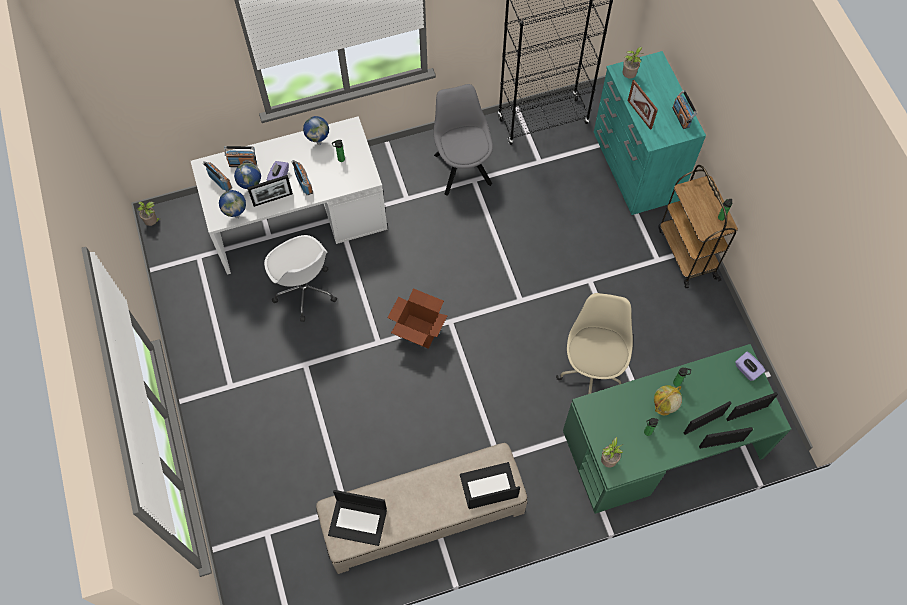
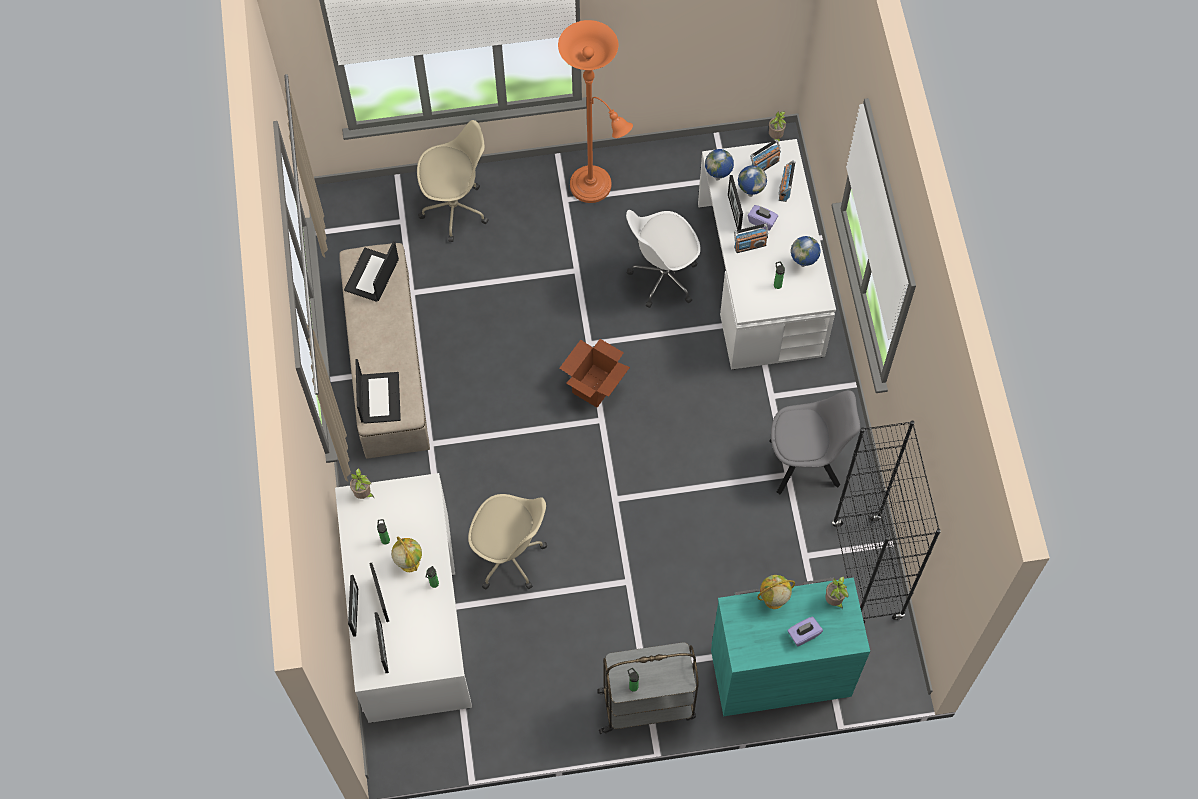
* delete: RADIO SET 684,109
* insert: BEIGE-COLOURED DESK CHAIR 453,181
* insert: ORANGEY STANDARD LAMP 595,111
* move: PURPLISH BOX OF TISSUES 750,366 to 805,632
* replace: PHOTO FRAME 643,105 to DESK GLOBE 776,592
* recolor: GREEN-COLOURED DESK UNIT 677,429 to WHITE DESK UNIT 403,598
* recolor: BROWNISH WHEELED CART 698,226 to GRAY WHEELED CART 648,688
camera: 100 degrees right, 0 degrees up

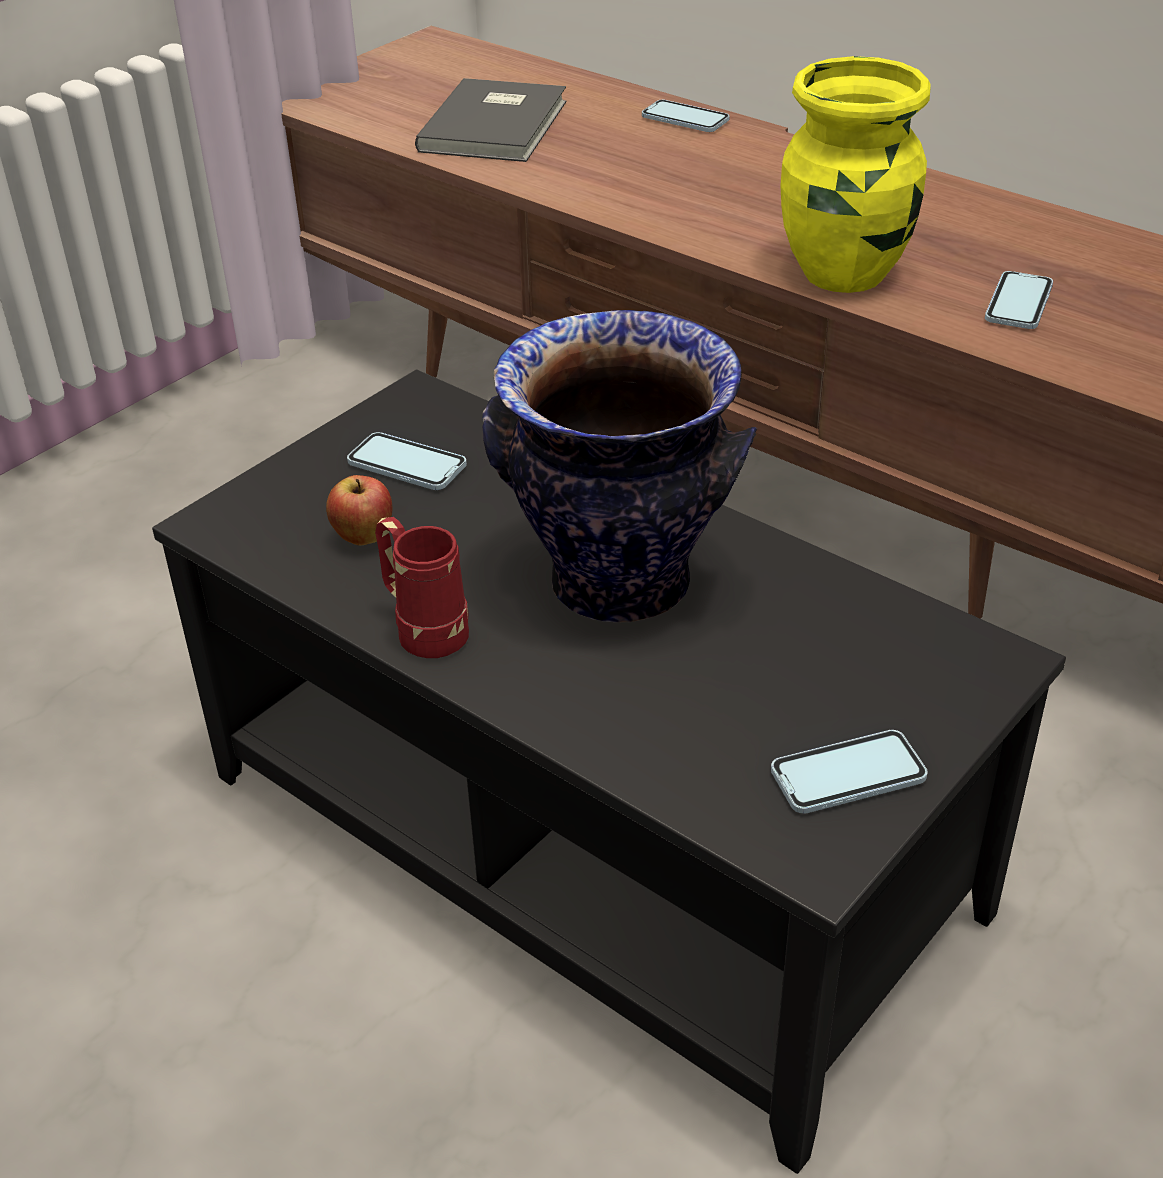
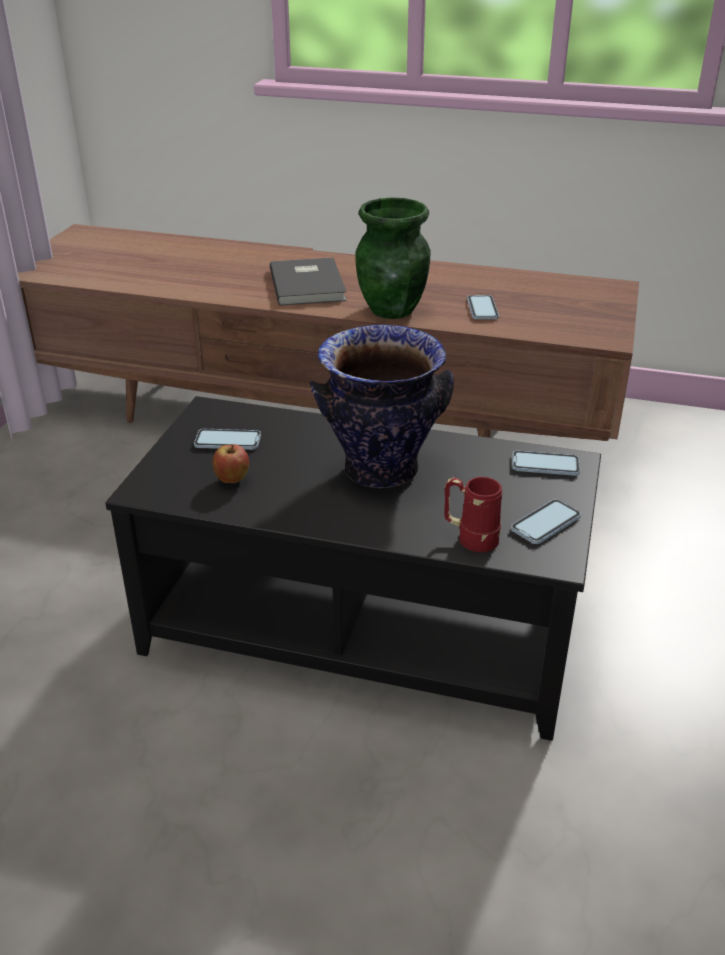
* move: REDDISH TEA MUG 422,587 to 473,514
* move: GRAY BOUND BOOK 490,120 to 308,281
* move: PHONE 686,116 to 546,463
* recolor: YELLOWISH DECORATIVE VASE 855,174 to GREEN-COLOURED DECORATIVE VASE 393,258
camera: 25 degrees left, 5 degrees down

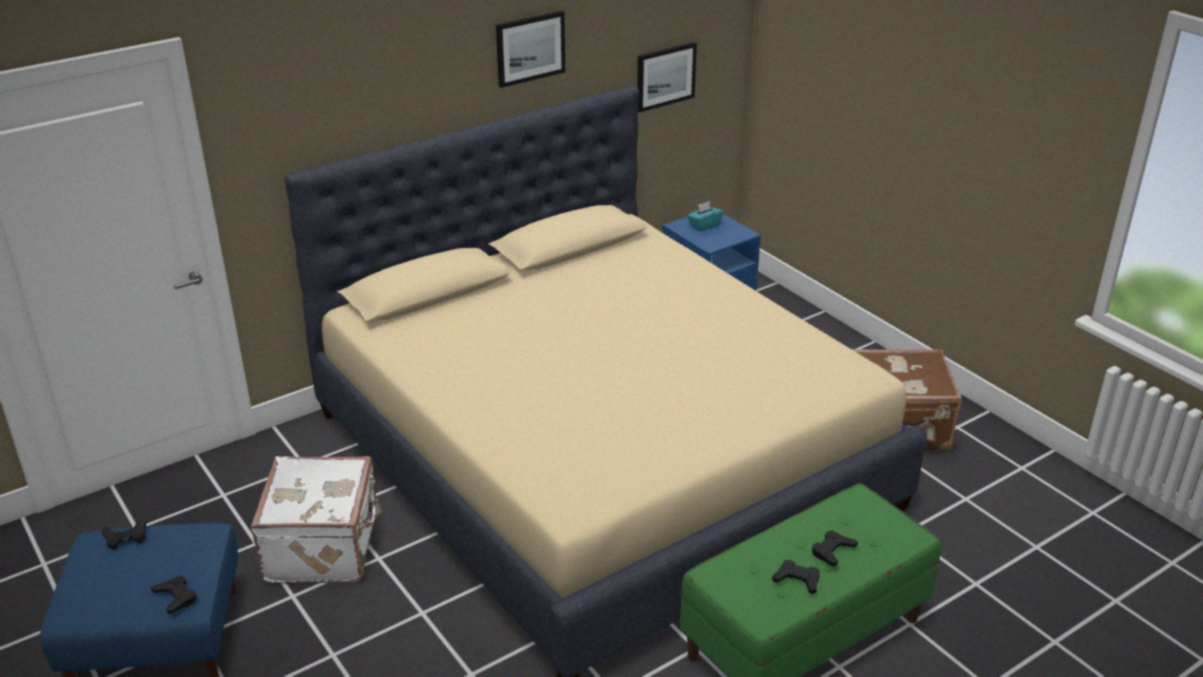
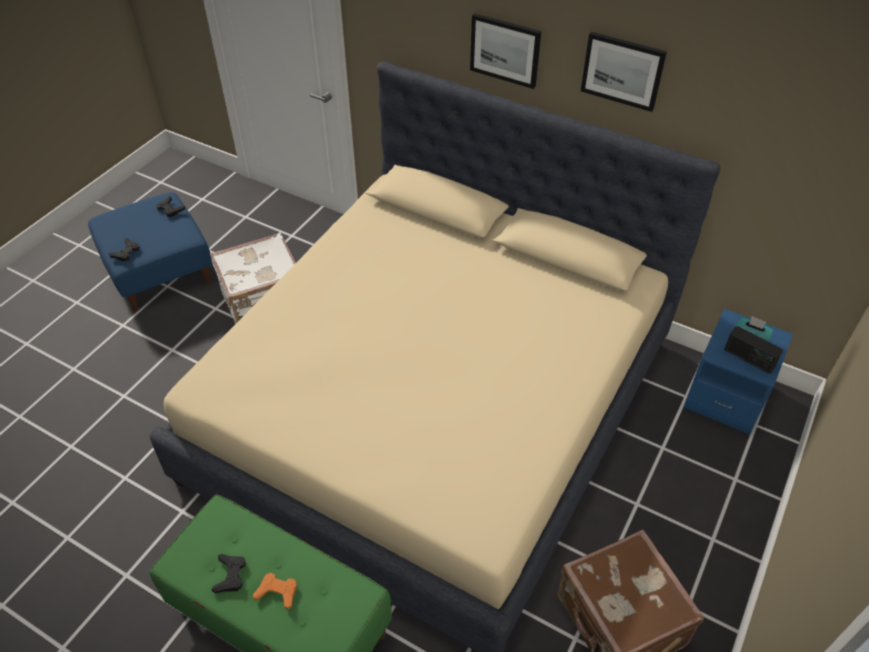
* insert: RADIO SET 753,350
* move: WALL ART 667,77 to 505,51
* recolor: BLACKISH GAMEPAD 835,548 to ORANGEY GAMEPAD 275,591
camera: 65 degrees right, 15 degrees up

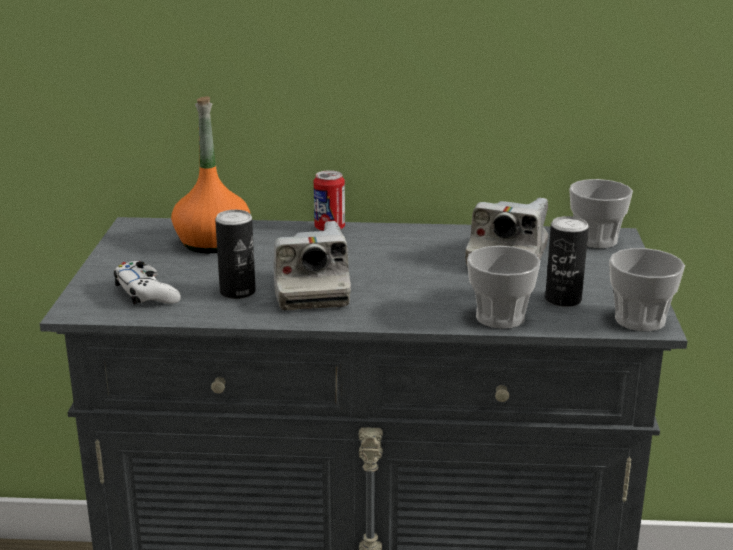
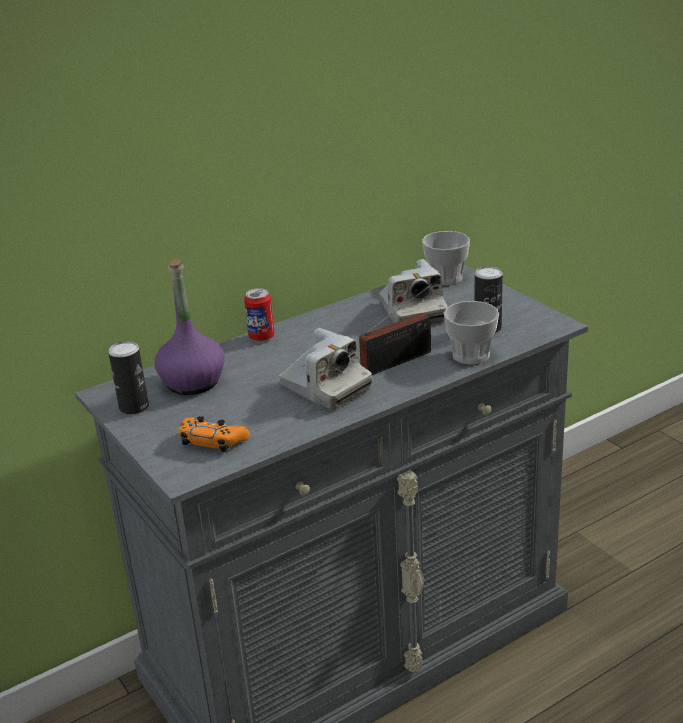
* delete: SMALL CUP 647,290
* insert: RADIO SET 395,329
* move: SEALED CAN 235,254 to 128,378
* recolor: WHITE GAMEPAD 147,283 to ORANGEY GAMEPAD 214,434
* recolor: ORANGEY DRINK BOTTLE 210,174 to PURPLISH DRINK BOTTLE 190,327
camera: 35 degrees left, 5 degrees up

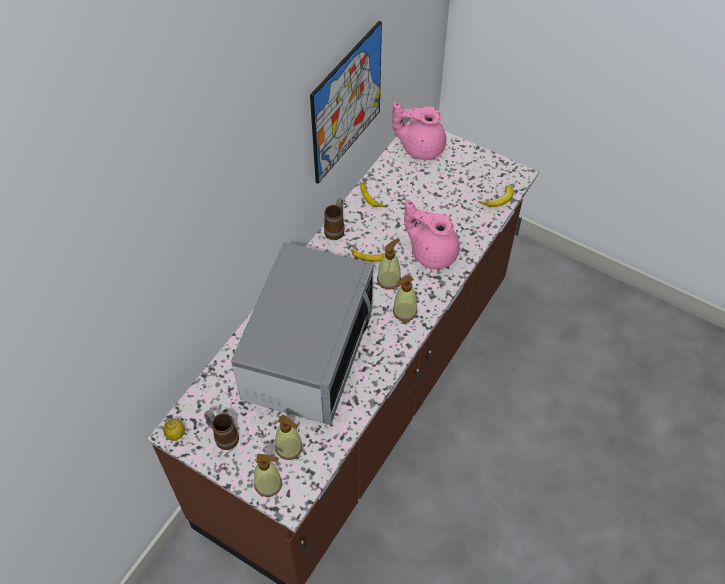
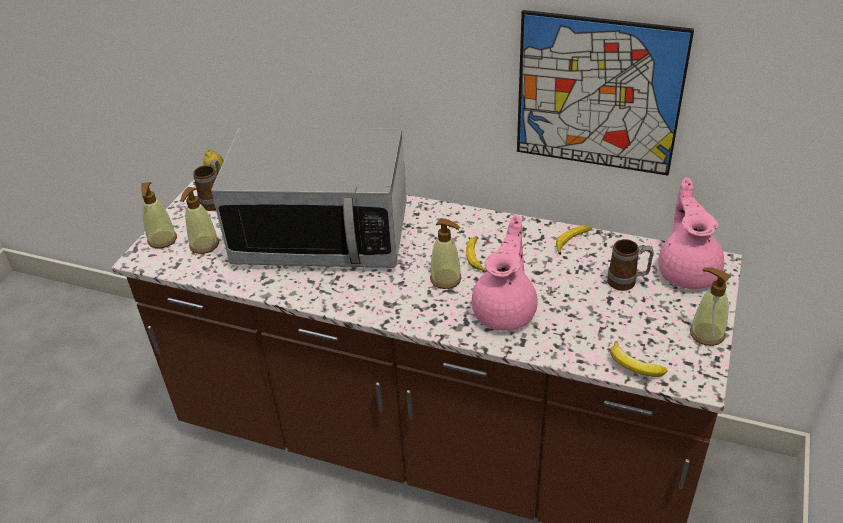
* move: TEA MUG 334,219 to 630,265
* move: LIQUID SOAP BOTTLE 405,297 to 710,307
camera: 80 degrees right, 15 degrees down

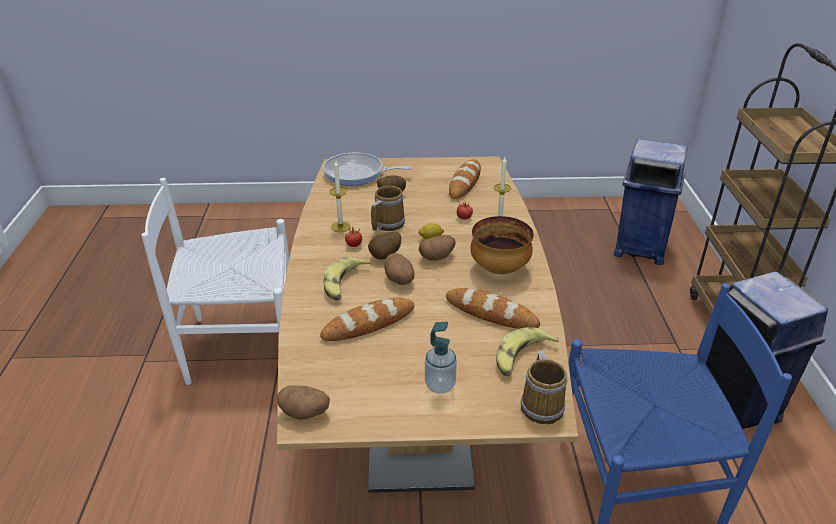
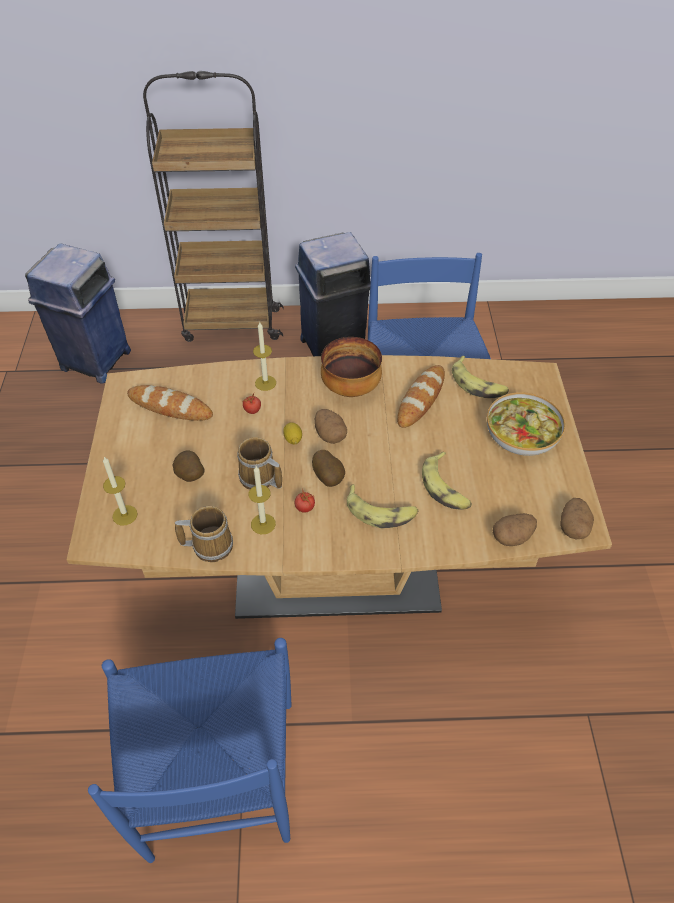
* move: SPUD 399,269 to 515,529
* move: TEA MUG 544,387 to 204,534
* replace: BAKERY BREAD 367,319 to WHOLE BANANA 447,480
* replace: FRYING PAN 368,169 to WAX CANDLE 120,491
* replace: LIQUID SOAP BOTTLE 441,358 to BOWL 526,424
* recolor: WHITE UPRIGHT CHAIR 215,281 to BLUE UPRIGHT CHAIR 189,750
camera: 90 degrees left, 15 degrees up

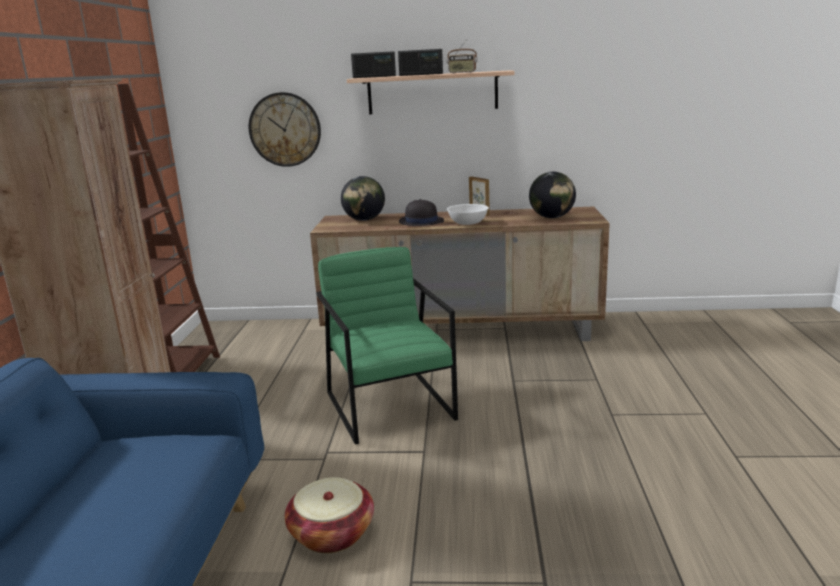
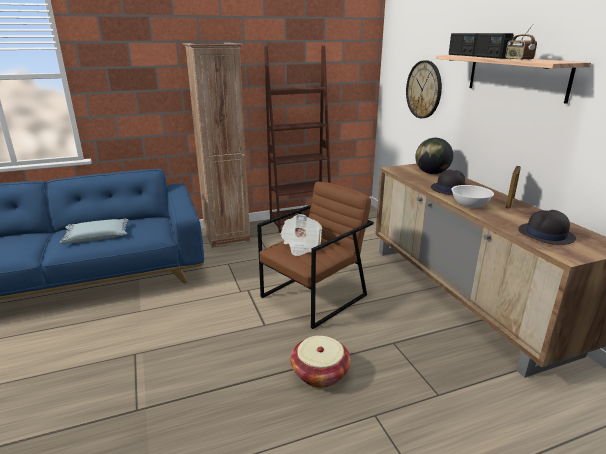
* insert: BLUE PILLOW 94,230
* insert: NEWSPAPER 301,235
* move: STORAGE BASKET 329,515 to 320,362
* replace: DESK GLOBE 552,195 to BLACKISH CLOTHING HAT 547,227
* recolor: GREEN-COLOURED EASY CHAIR 387,345 to BROWNISH EASY CHAIR 315,255
camera: 65 degrees right, 5 degrees up

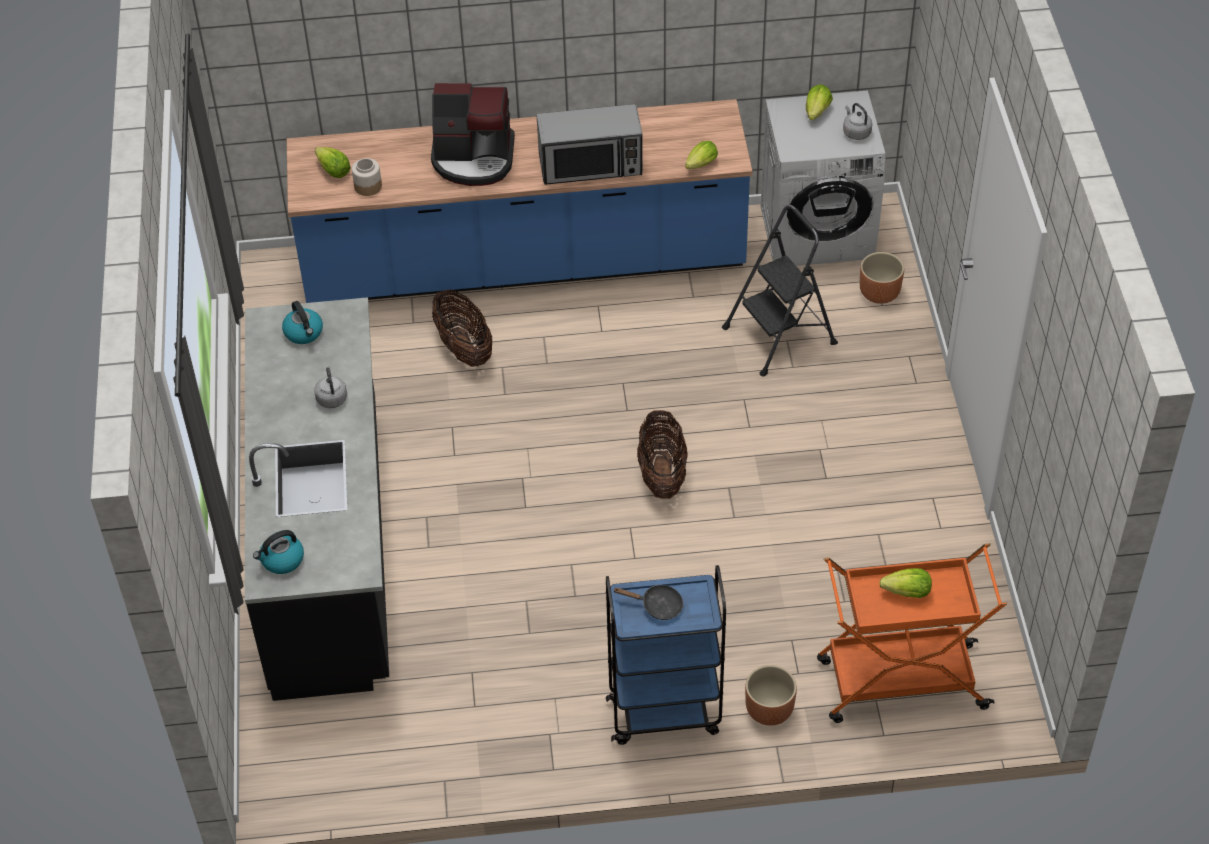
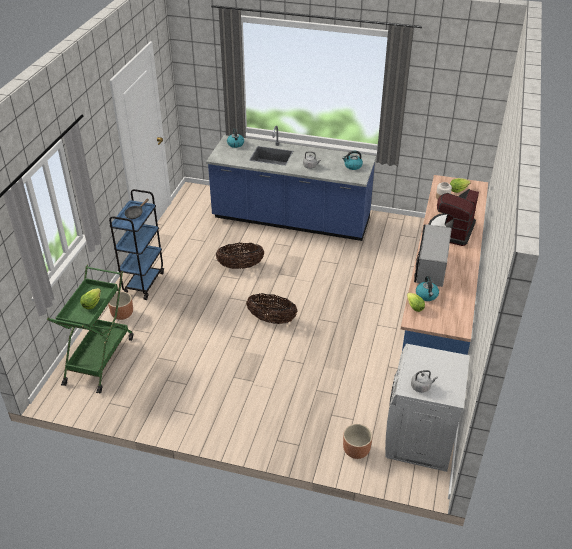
* delete: BLACKISH STEP LADDER 780,291
* delete: HEAD OF LETTUCE 819,102
* insert: WATER KETTLE 427,288
* move: STORAGE BASKET 462,328 to 240,256
* recolor: BLACKISH KITCHEN COUNTER 317,499 to BLUE KITCHEN COUNTER 291,183
* recolor: ORANGEY WHEELED CART 912,633 to GREEN-COLOURED WHEELED CART 89,328
camera: 110 degrees right, 10 degrees down

